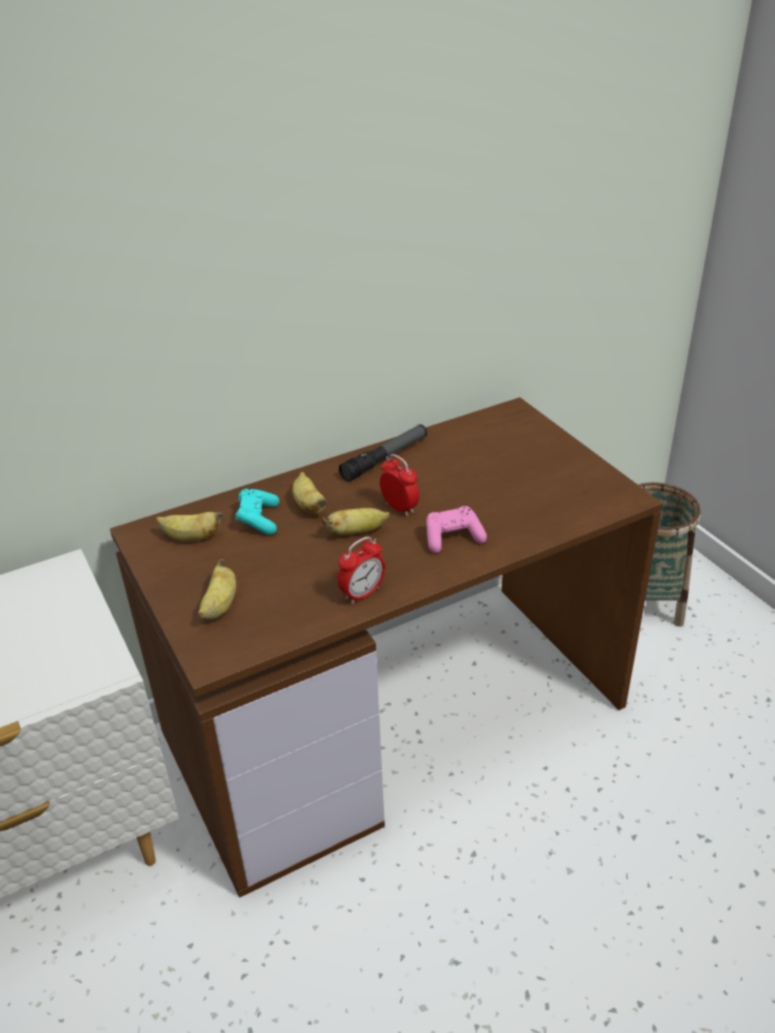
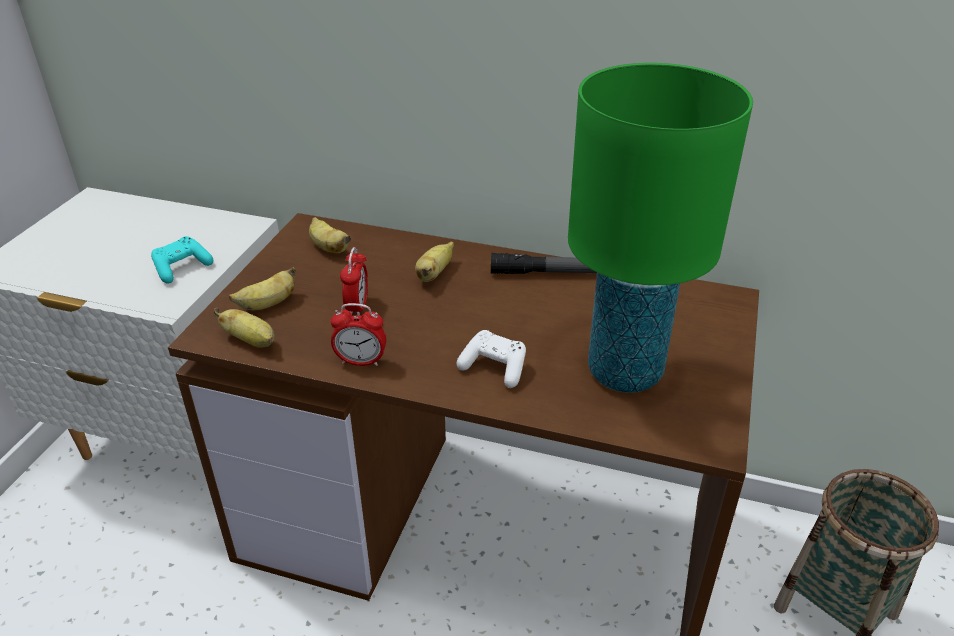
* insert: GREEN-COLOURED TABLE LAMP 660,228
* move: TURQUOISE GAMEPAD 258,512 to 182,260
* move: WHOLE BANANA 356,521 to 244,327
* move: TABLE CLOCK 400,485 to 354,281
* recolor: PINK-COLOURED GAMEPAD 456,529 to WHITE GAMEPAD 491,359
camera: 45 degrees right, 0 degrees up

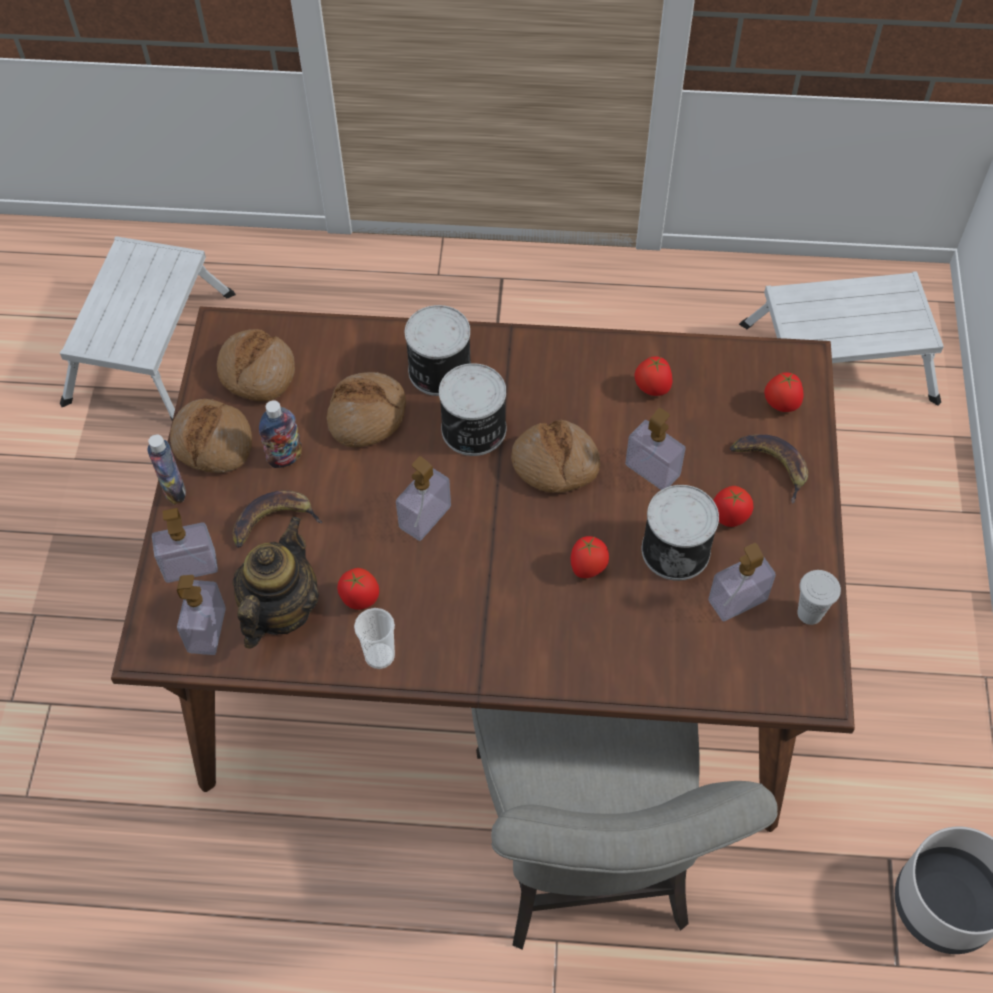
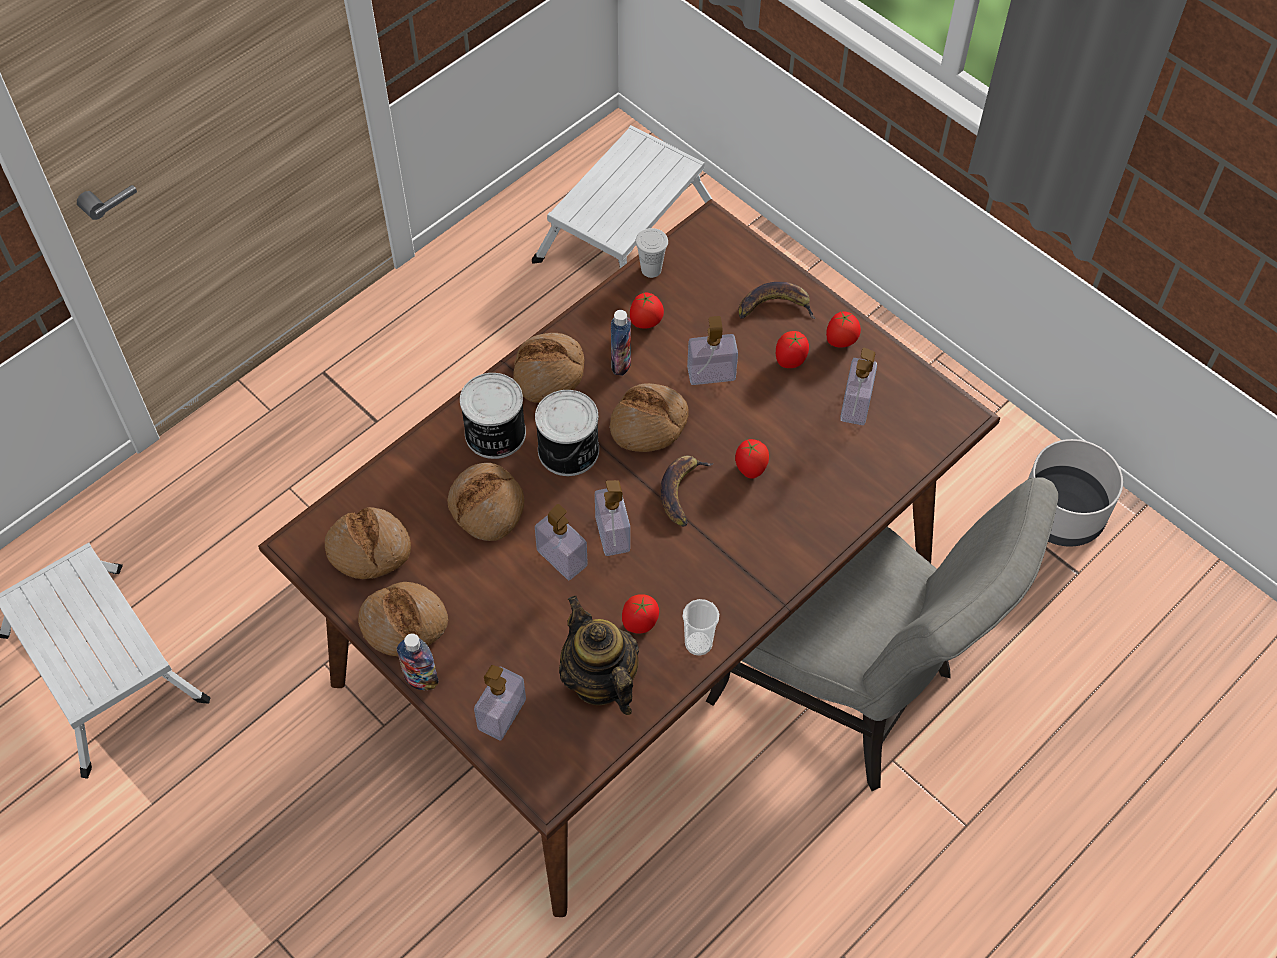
* delete: SEALED CAN 680,533
* insert: BAKERY BREAD 548,368
* move: LIQUID SOAP BOTTLE 201,615 to 561,542
* move: WHOLE BANANA 278,519 to 687,491
* move: DRINK BOTTLE 280,434 to 621,343
* move: WHOLE TOMATO 783,392 to 843,329
* move: WHITE SMALL CUP 819,597 to 651,253
camera: 50 degrees left, 0 degrees up

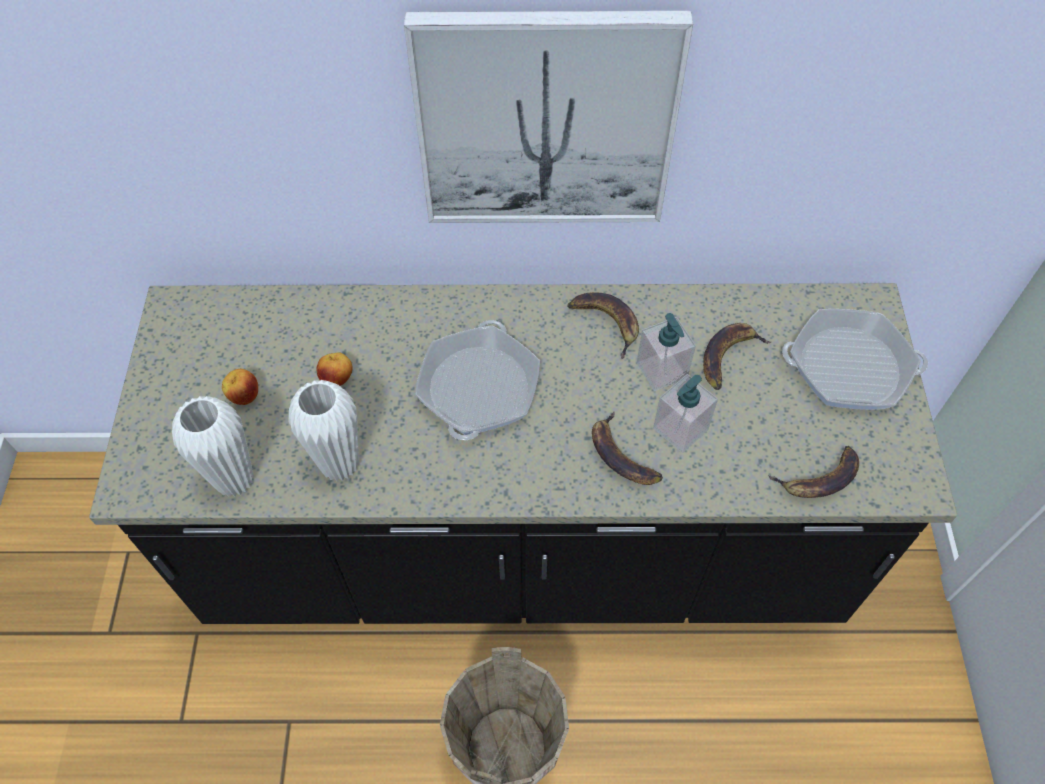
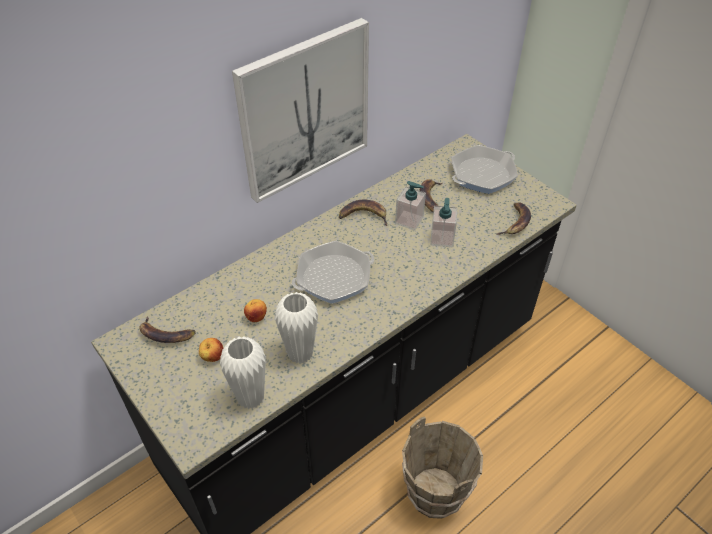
* move: WHOLE BANANA 627,448 to 167,329
* rotate: FRYING PAN 477,380 = 333,272 90 degrees counterclockwise
camera: 40 degrees left, 10 degrees down

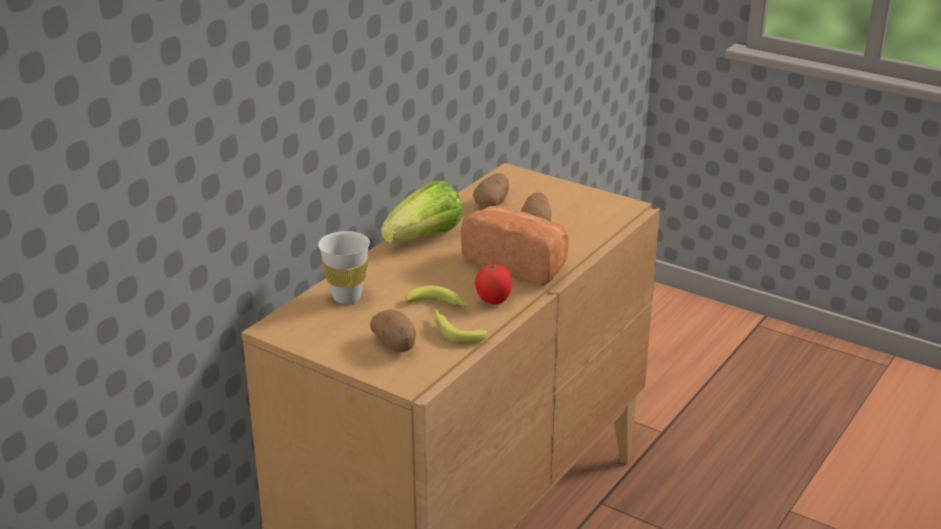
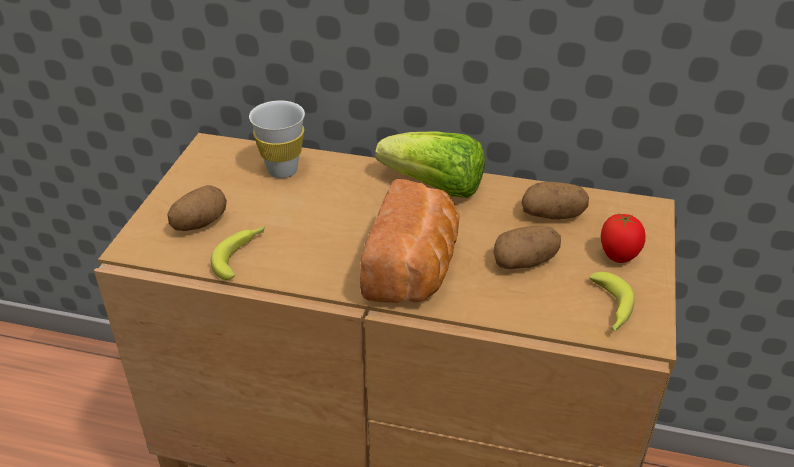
* move: WHOLE BANANA 437,296 to 611,302
* move: WHOLE TOMATO 493,283 to 623,238
camera: 70 degrees right, 10 degrees up

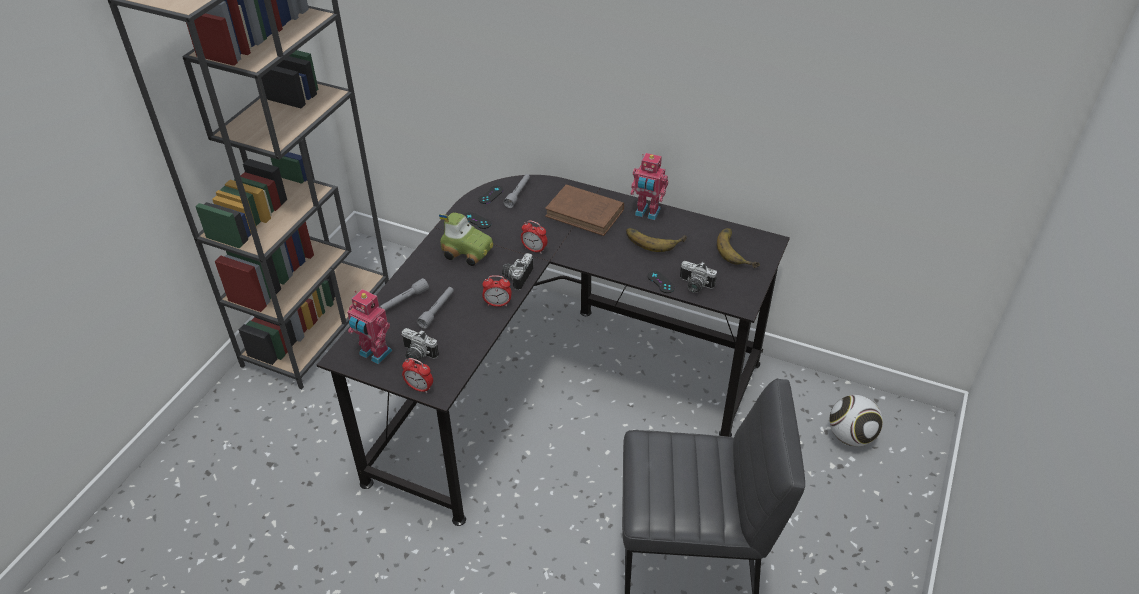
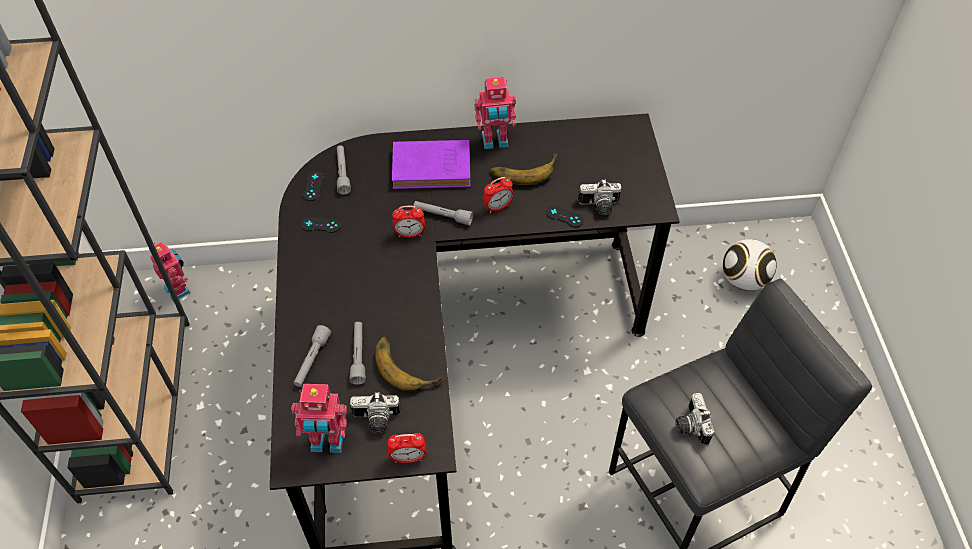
* delete: MINIATURE CAR 466,239
* insert: TOY ROBOT 170,272
* insert: GRAY FLASHLIGHT 443,213
* move: TABLE CLOCK 497,291 to 498,195
* move: STILL CAMERA 518,271 to 694,419
* move: WHOLE BANANA 738,248 to 409,363
* recolor: BROWNISH BOUND BOOK 584,210 to PURPLISH BOUND BOOK 431,164
camera: 30 degrees left, 10 degrees up

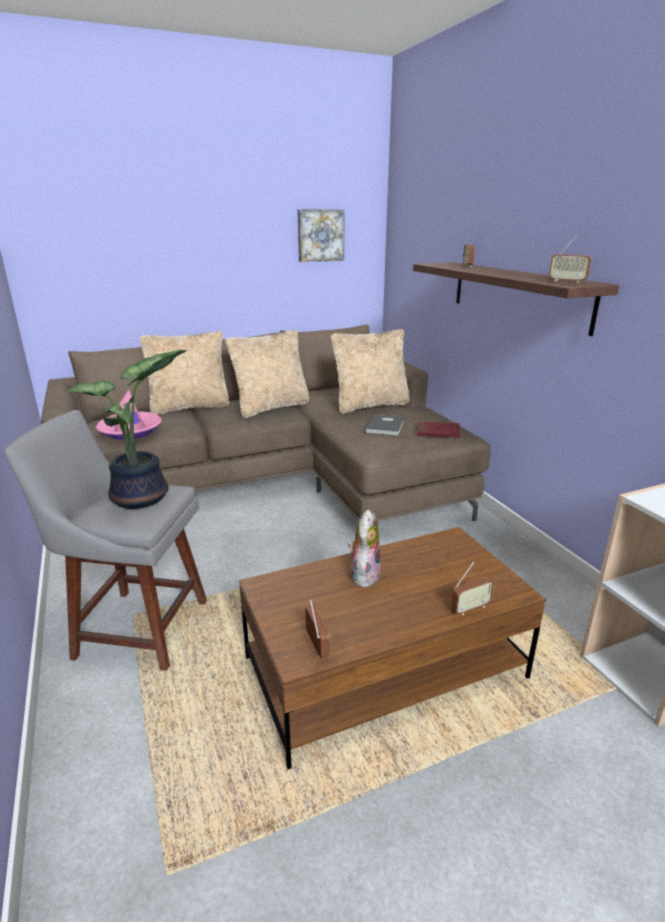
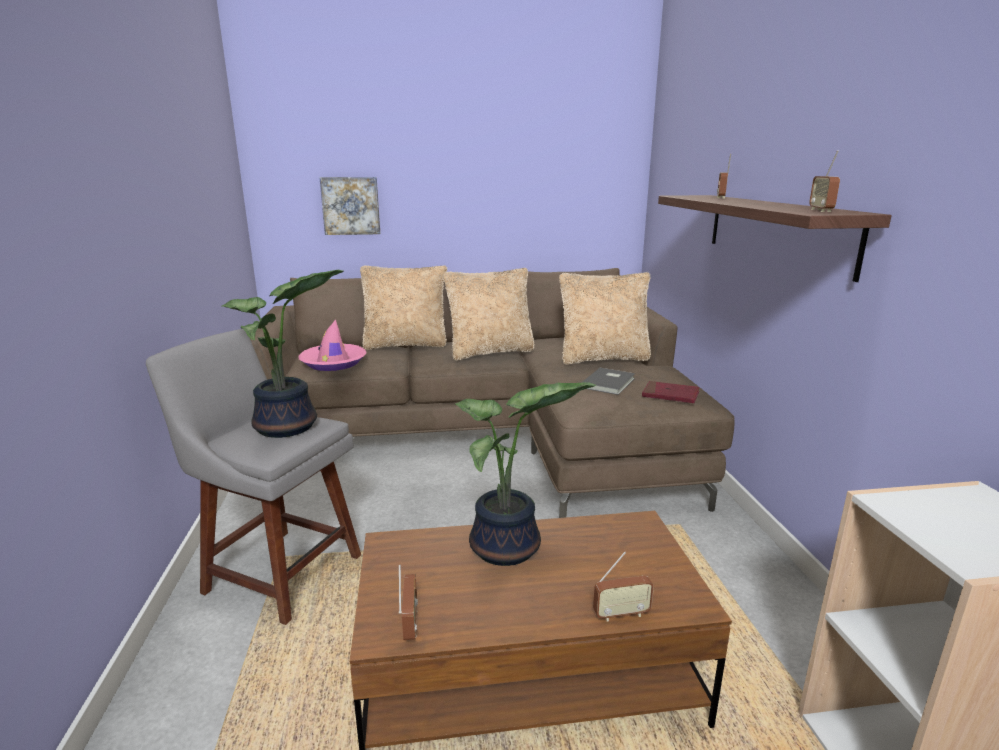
* move: WALL ART 321,235 to 349,206
* replace: PLUSH TOY 364,549 to POTTED PLANT 525,474
* rotate: RADIO SET 570,258 = 824,181 45 degrees clockwise
camera: 15 degrees right, 5 degrees down

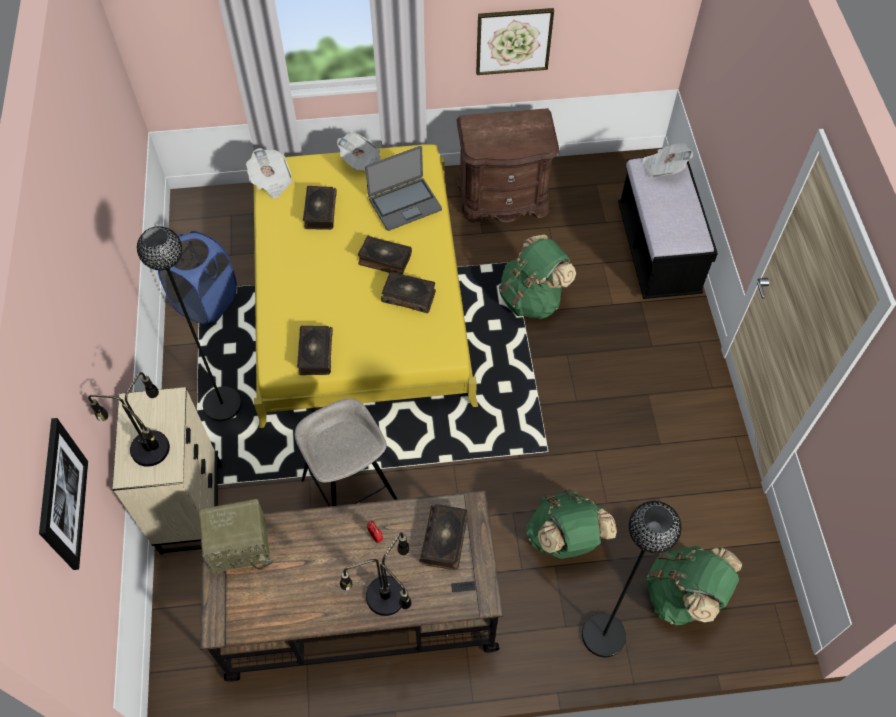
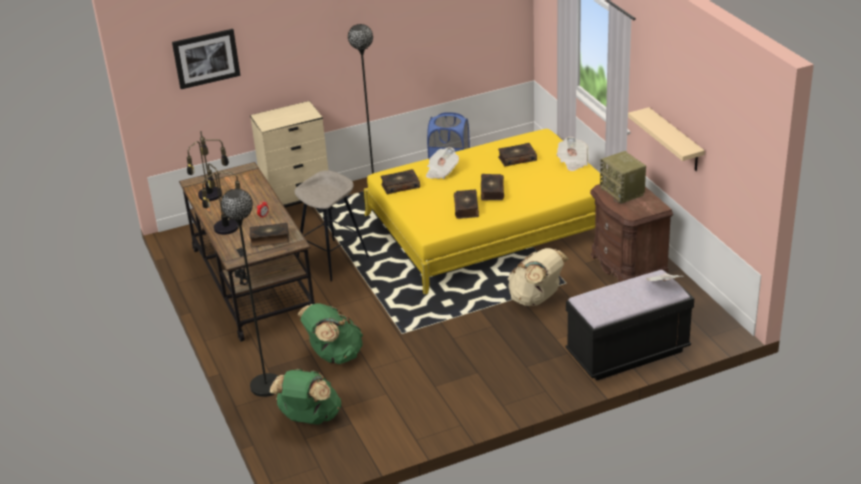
* delete: LAPTOP 403,188
* move: TABLE LAMP 129,419 to 208,166
* move: RADIO SET 235,536 to 623,177
* move: NEWSPAPER 269,173 to 442,163
* replace: WALL ART 515,41 to BEIGE-COLOURED WALL SHELF 666,139
* recolor: GREEN-COLOURED RUCKSACK 537,276 to BEIGE-COLOURED RUCKSACK 538,277
camera: 75 degrees right, 25 degrees down

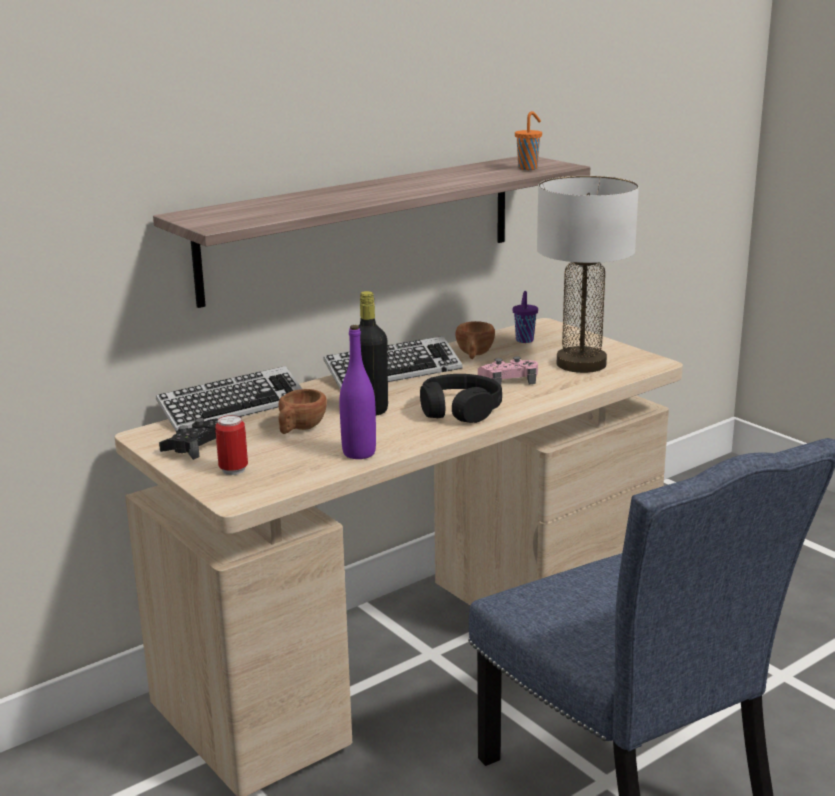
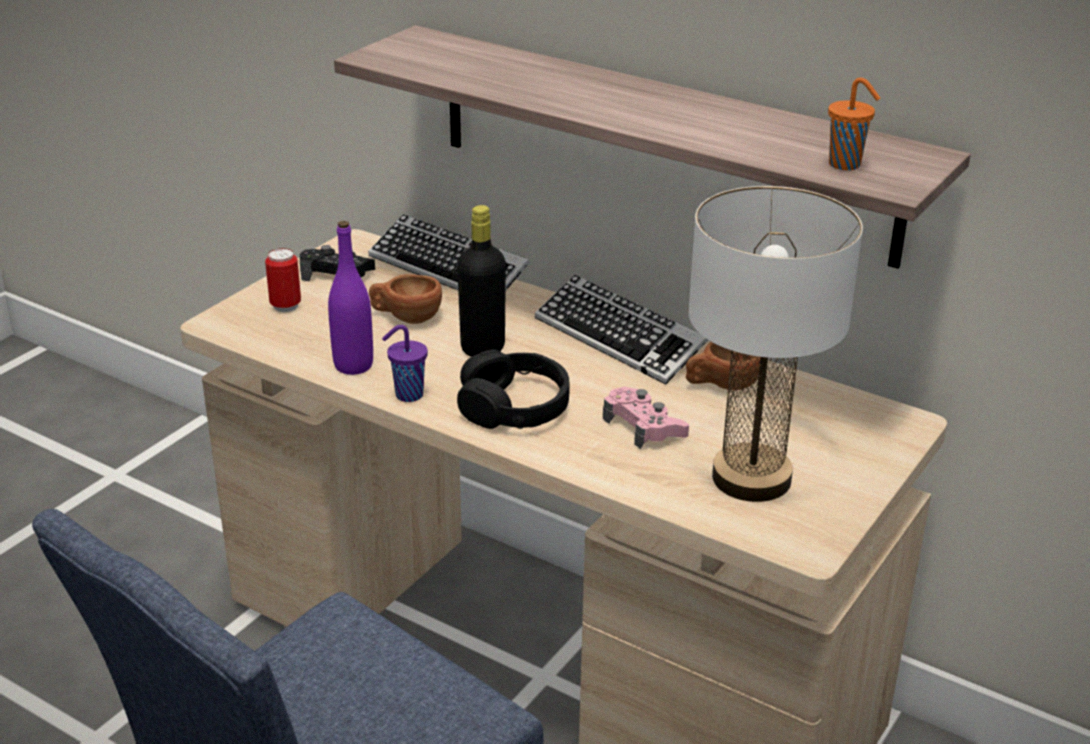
* move: PURPLISH SMALL CUP 525,317 to 405,363
camera: 70 degrees right, 10 degrees up

